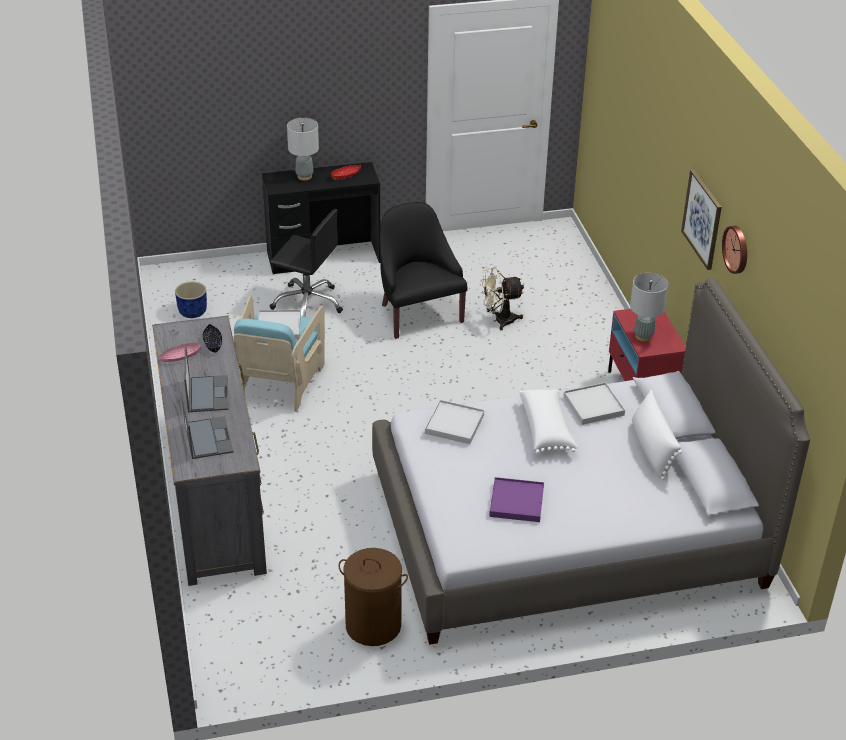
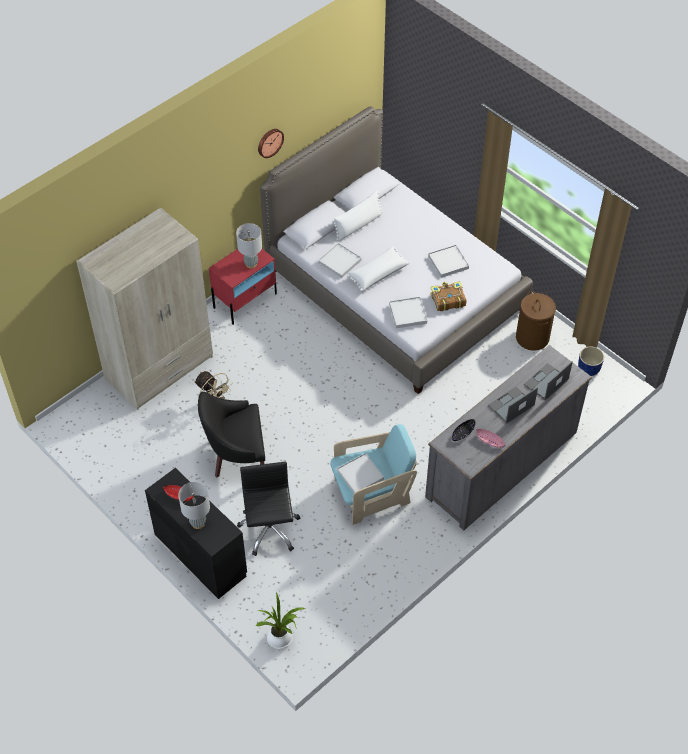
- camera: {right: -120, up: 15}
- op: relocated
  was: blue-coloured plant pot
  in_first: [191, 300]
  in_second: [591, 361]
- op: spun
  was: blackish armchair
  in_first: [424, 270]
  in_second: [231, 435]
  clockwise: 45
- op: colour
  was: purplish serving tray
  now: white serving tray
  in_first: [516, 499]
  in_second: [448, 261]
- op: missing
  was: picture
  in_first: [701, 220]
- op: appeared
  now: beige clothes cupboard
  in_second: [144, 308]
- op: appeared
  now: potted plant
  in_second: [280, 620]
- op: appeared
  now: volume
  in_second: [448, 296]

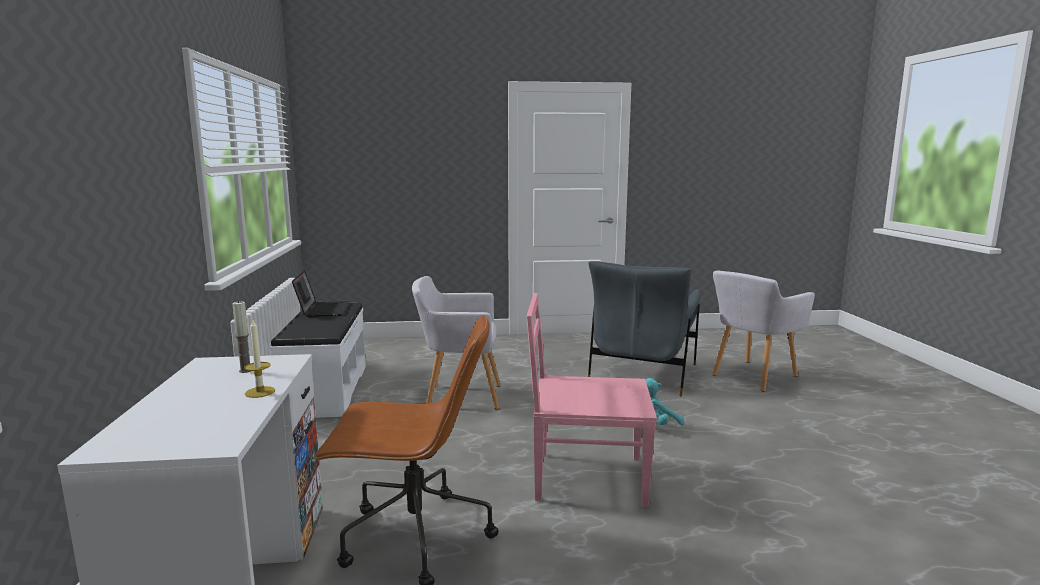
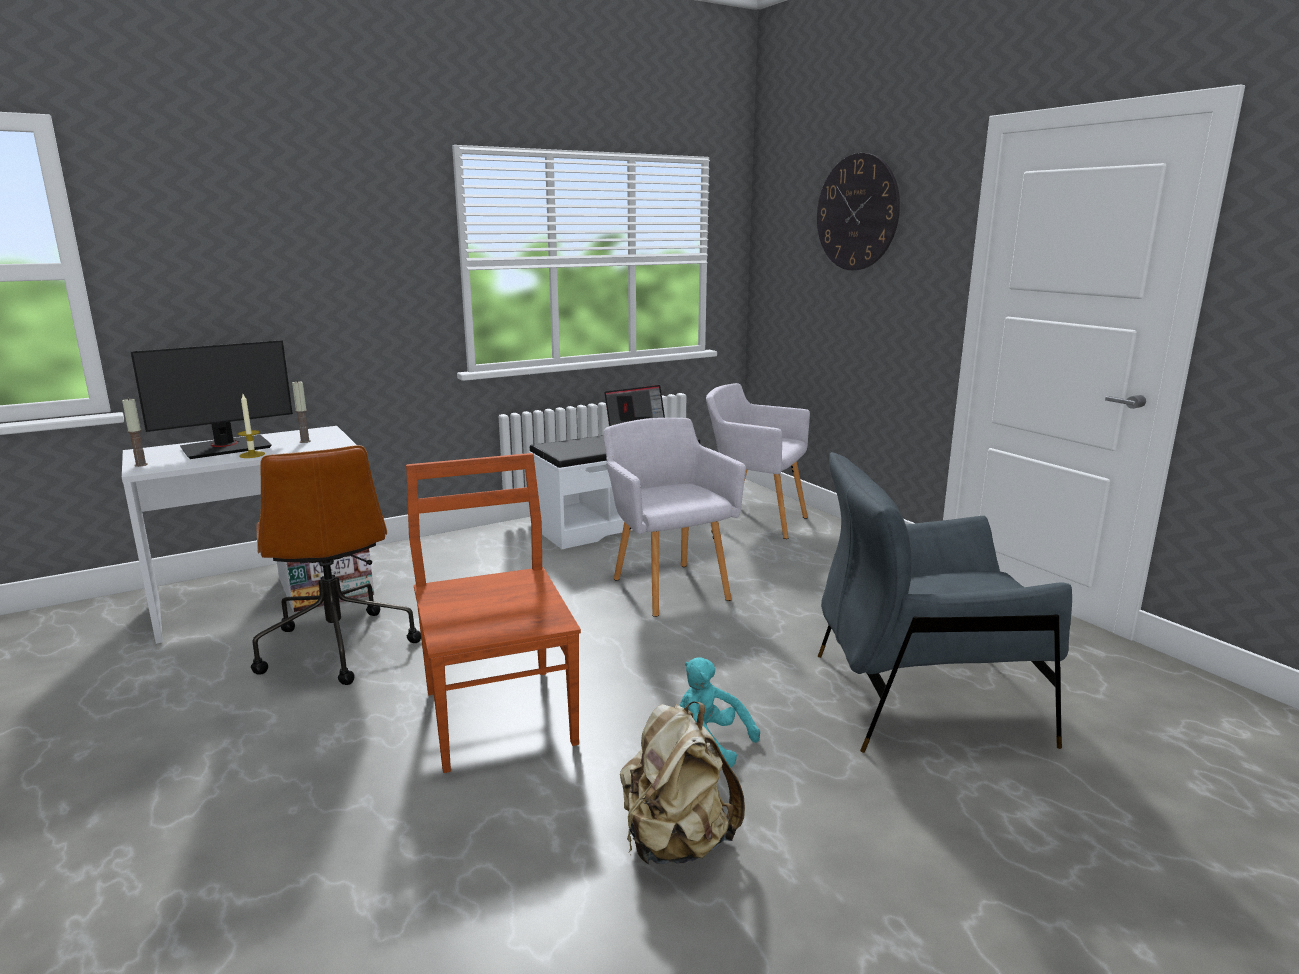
- camera: {right: 65, up: 5}
- op: colour
  was: pinkish chair
  now: brownish chair
  in_first: [591, 400]
  in_second: [493, 613]
- op: relocated
  was: gray armchair
  in_first: [763, 330]
  in_second: [758, 461]
- op: appeared
  now: wax candle
  in_second: [135, 432]
- op: appeared
  now: monitor
  in_second: [212, 399]
- op: appeared
  now: beige knapsack
  in_second: [682, 783]
- op: appeared
  now: hanging clock
  in_second: [858, 211]

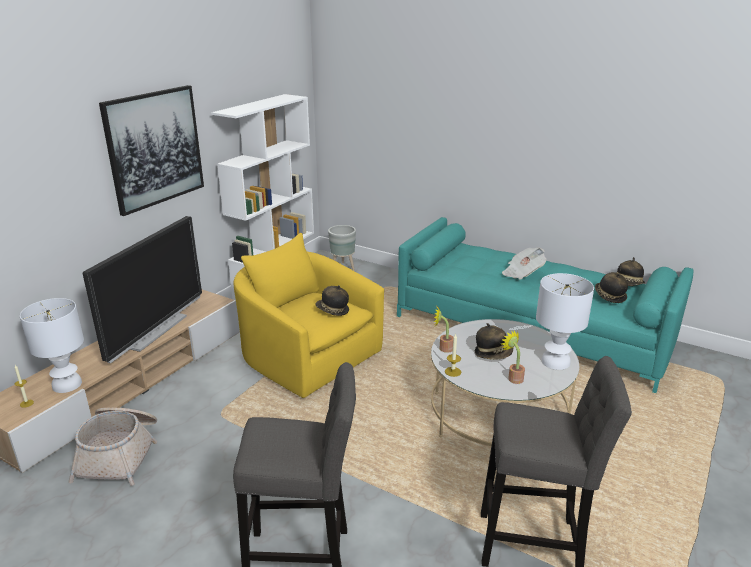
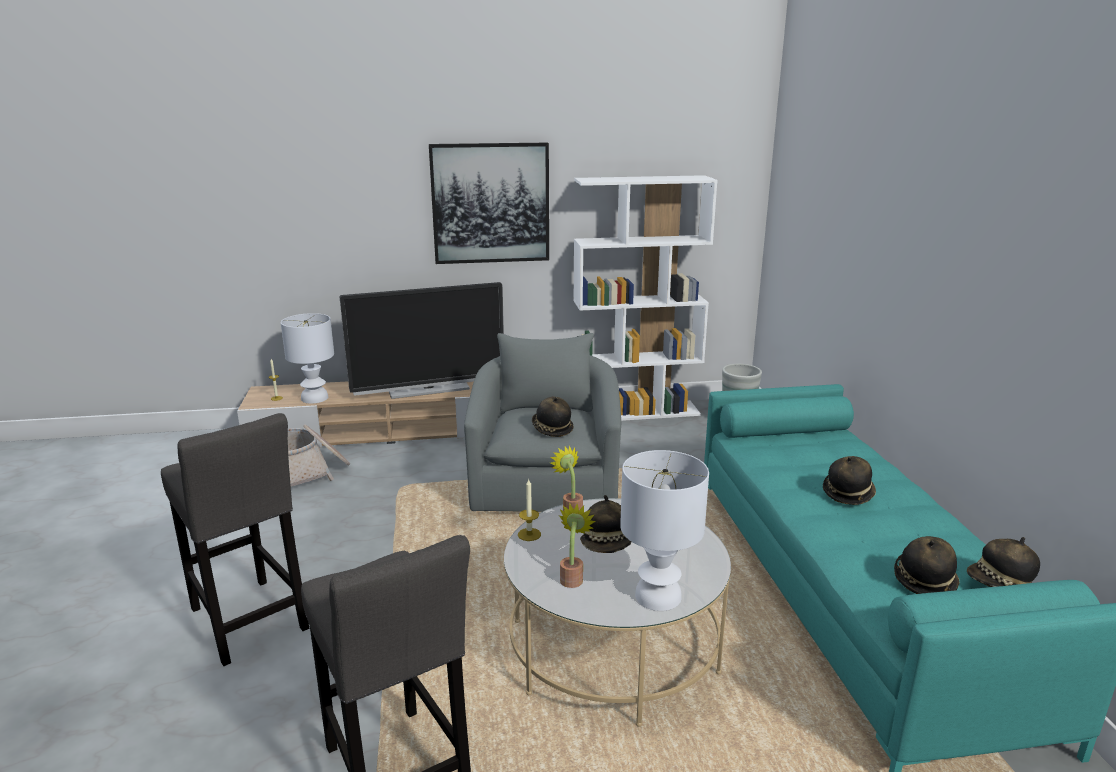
- camera: {right: 50, up: -5}
- op: colour
  was: yellowish armchair
  now: gray armchair
  in_first: [308, 315]
  in_second: [542, 422]
- op: exchanged
  was: printed paper
  now: wearable hat
  in_first: [524, 264]
  in_second: [849, 480]

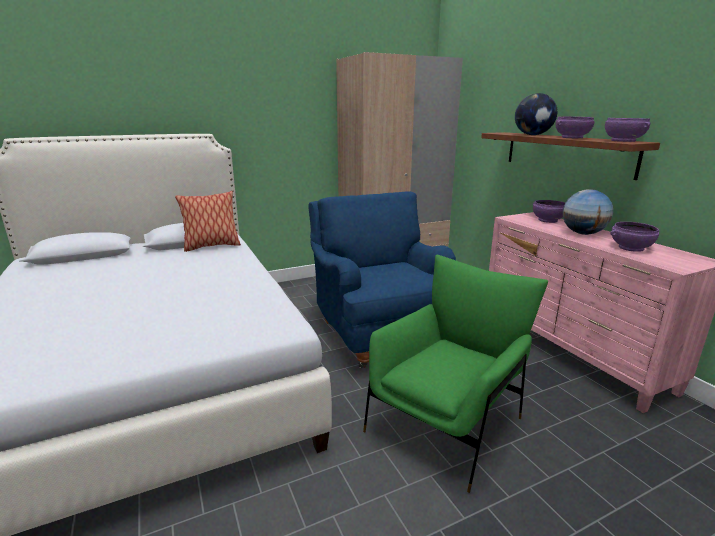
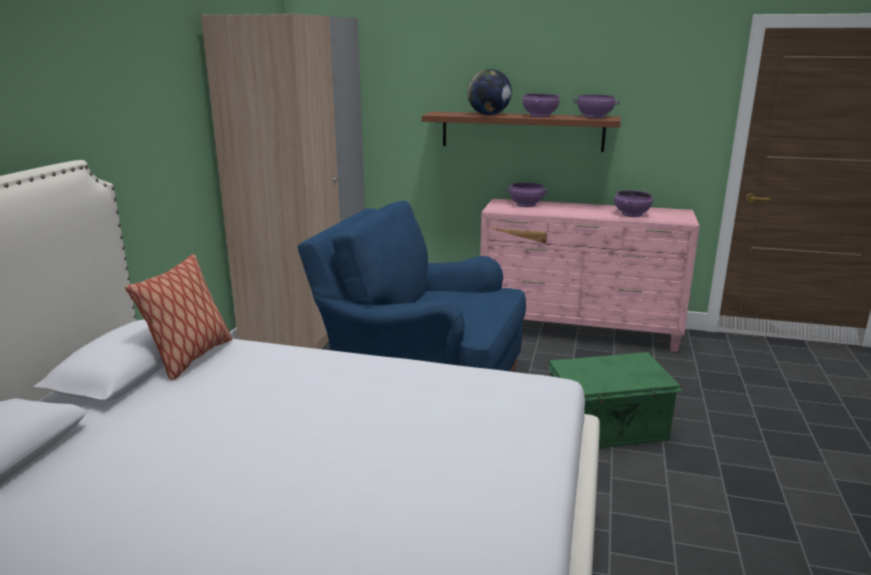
- camera: {right: -50, up: 0}
- op: exchanged
  was: green-coloured armchair
  now: green-coloured storage box
  in_first: [455, 374]
  in_second: [615, 400]
- op: missing
  was: globe
  in_first: [588, 212]

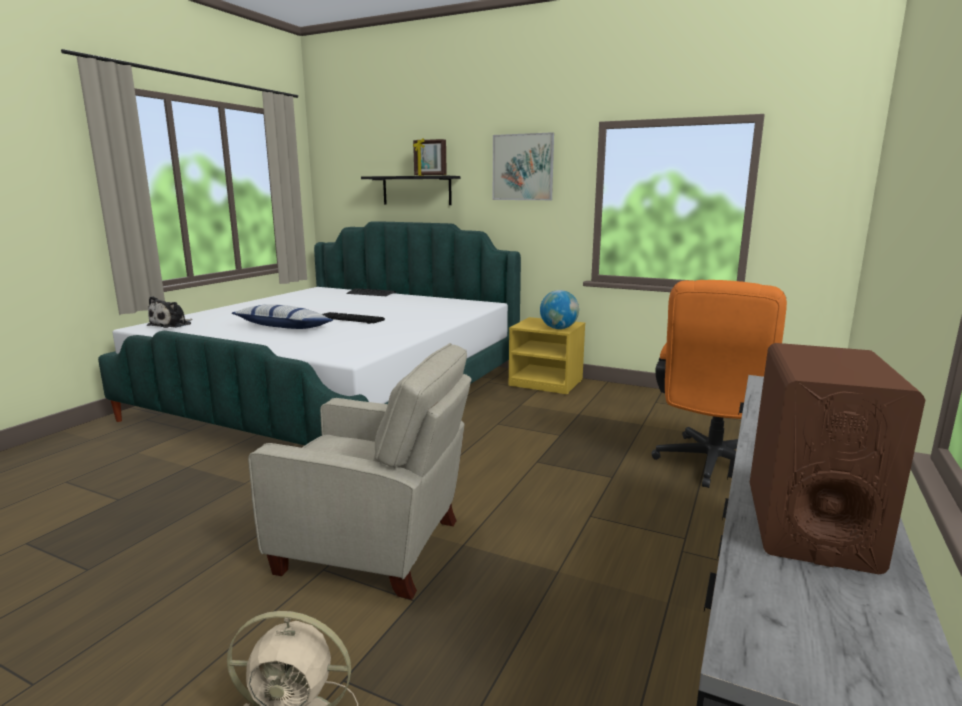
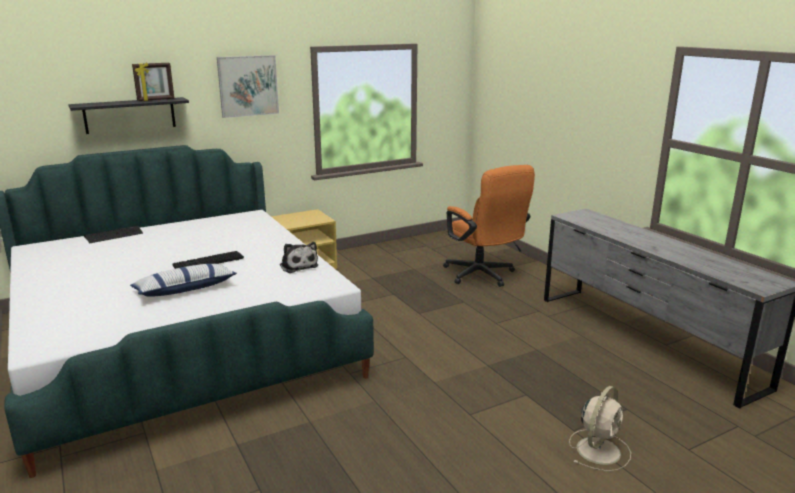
- camera: {right: -55, up: 5}
- op: relocated
  was: cuddly toy
  in_first: [170, 312]
  in_second: [299, 257]
- op: missing
  was: beige armchair
  in_first: [359, 471]
- op: missing
  was: globe
  in_first: [559, 309]
- op: missing
  was: brownish speaker
  in_first: [837, 458]

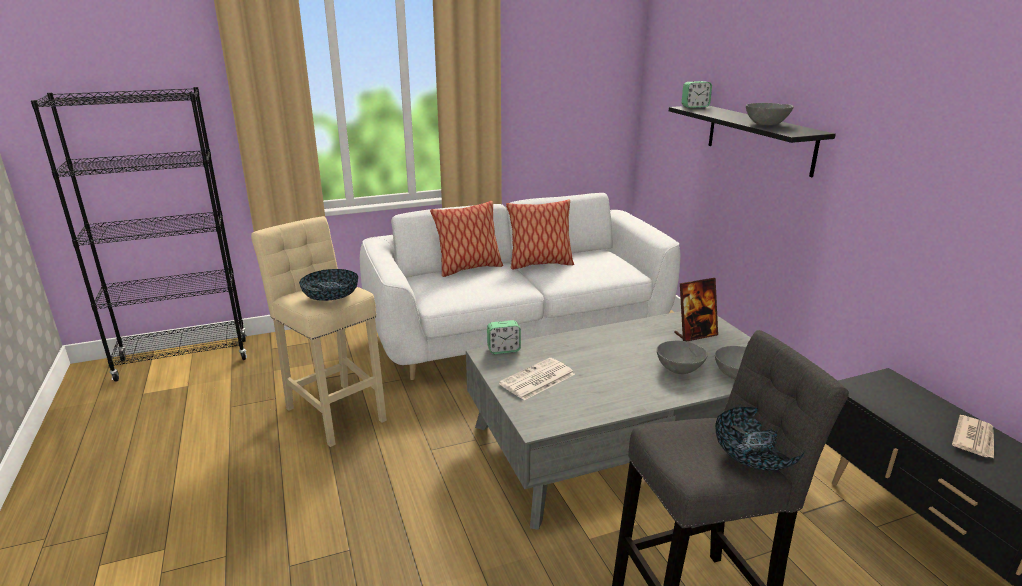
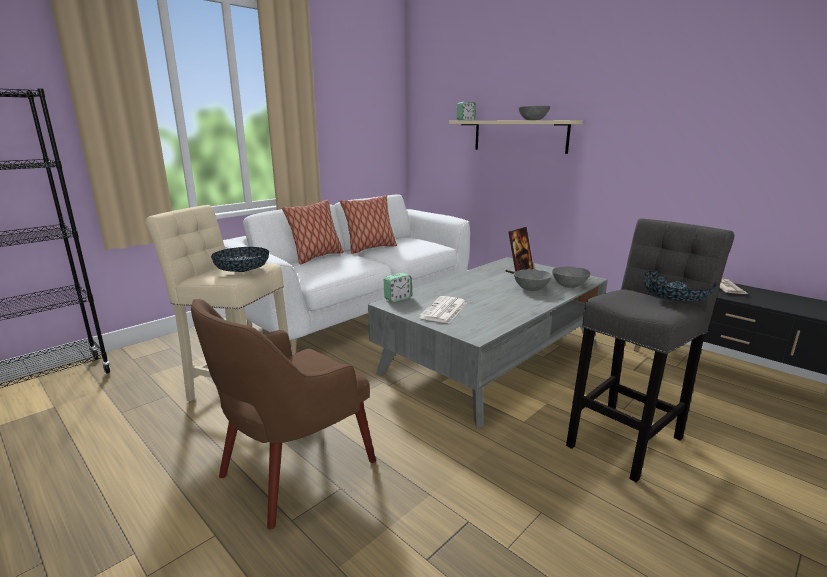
- camera: {right: -25, up: -5}
- op: colour
  was: blackish shelf
  now: beige shelf
  in_first: [752, 141]
  in_second: [516, 137]
- op: appeared
  now: brownish armchair
  in_second: [283, 414]

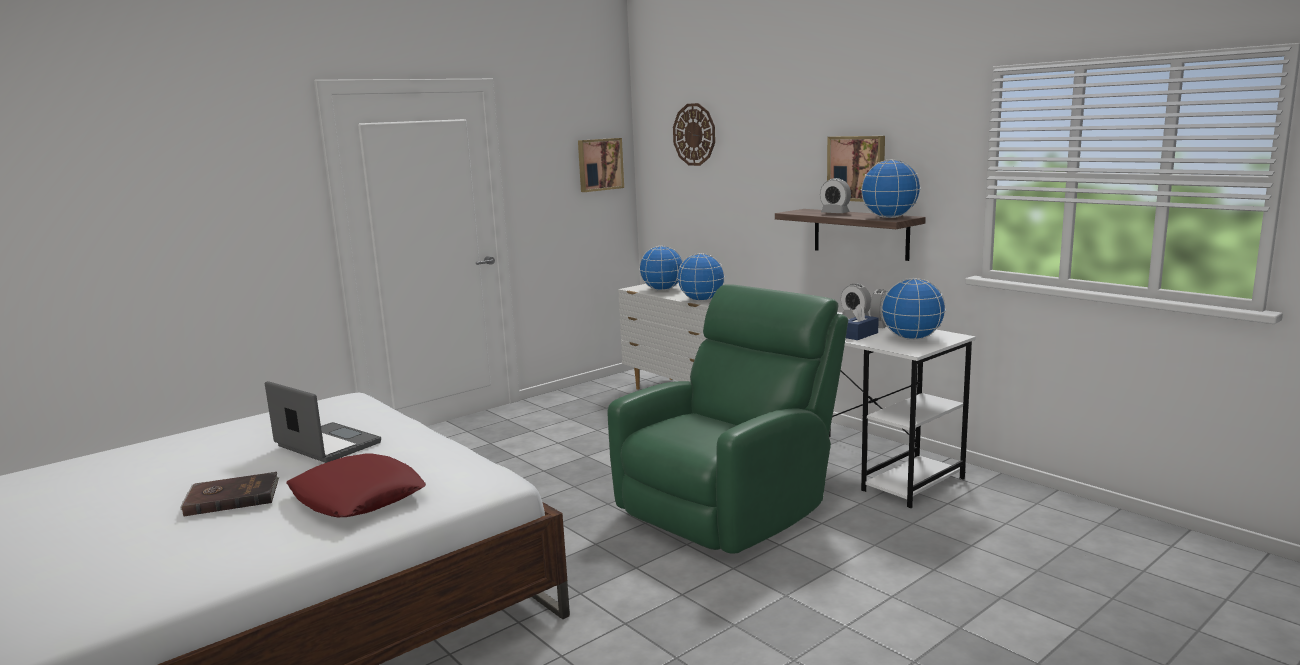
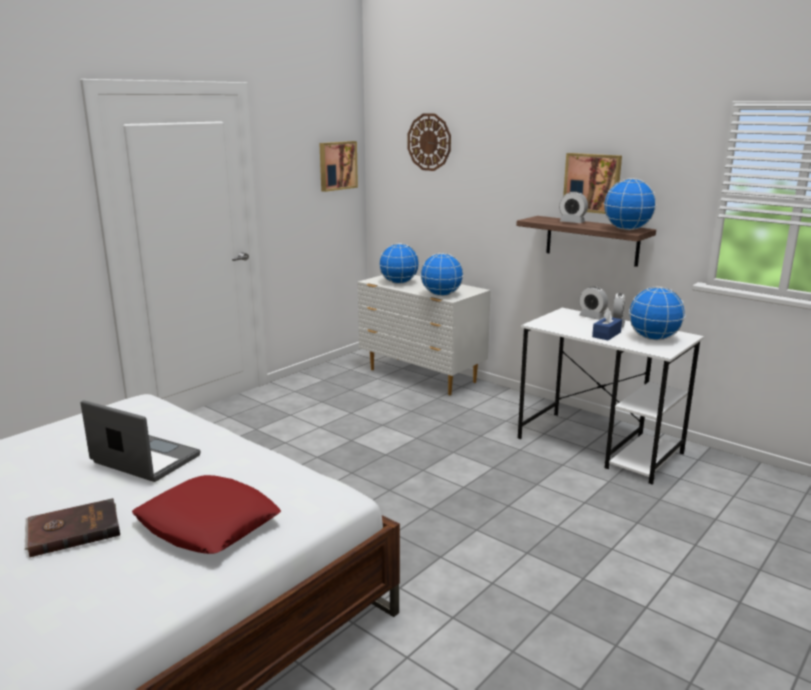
- camera: {right: -10, up: 5}
- op: missing
  was: green-coloured armchair
  in_first: [728, 419]

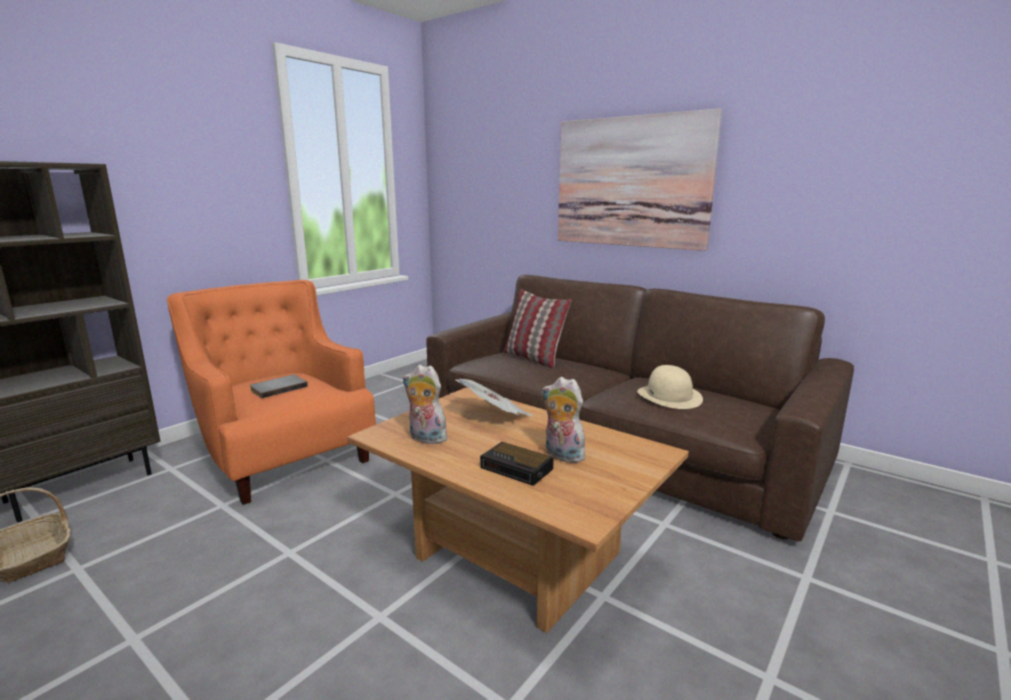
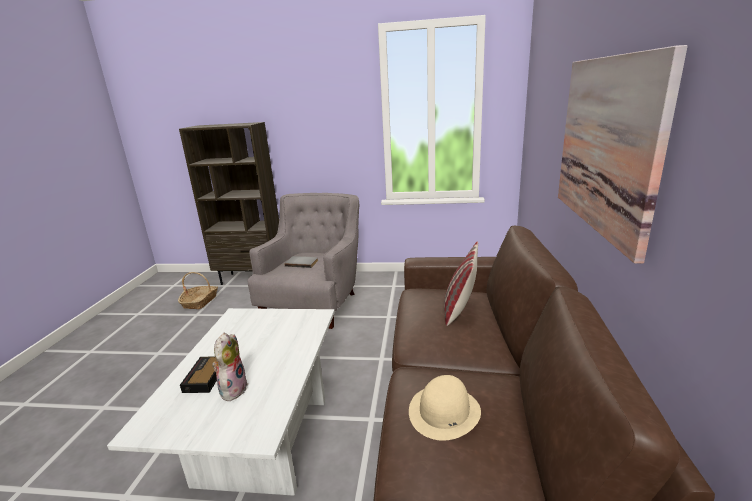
- camera: {right: 60, up: 5}
- op: colour
  was: orange armchair
  now: gray armchair
  in_first: [271, 392]
  in_second: [303, 261]
- op: colour
  was: brownish lounge table
  now: white lounge table
  in_first: [518, 510]
  in_second: [221, 402]
- op: missing
  was: cuddly toy
  in_first: [425, 404]
- op: missing
  was: printed paper
  in_first: [495, 397]

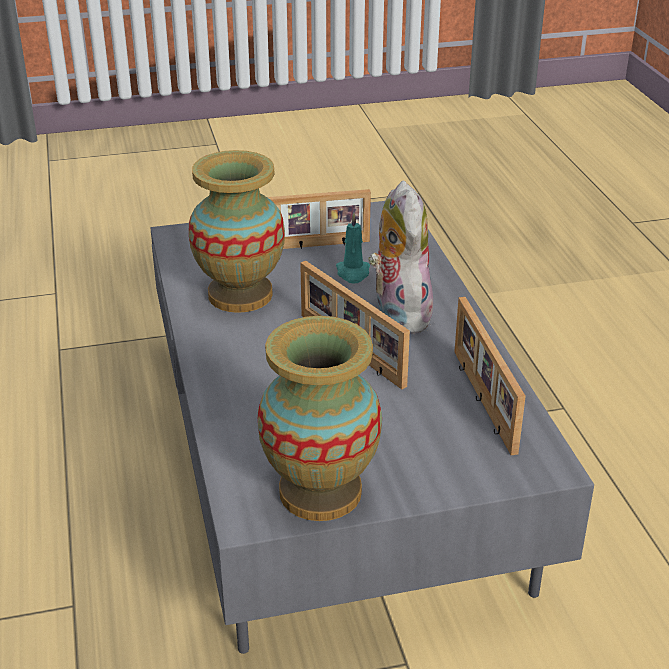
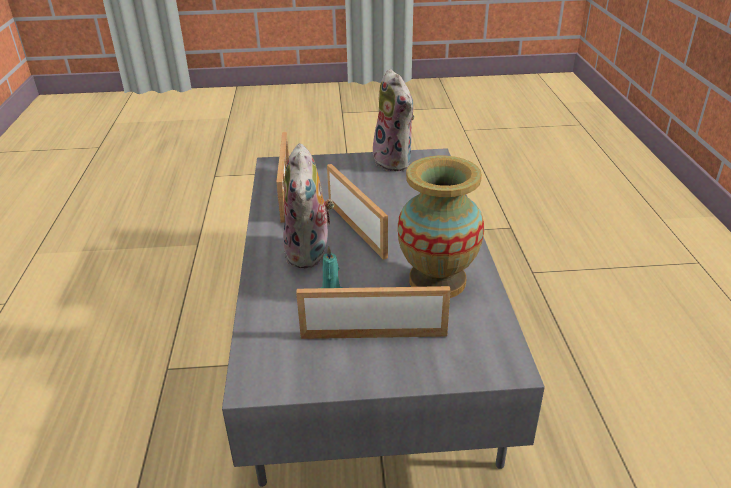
- camera: {right: -170, up: 0}
- op: exchanged
  was: vase
  now: cuddly toy
  in_first: [319, 418]
  in_second: [392, 120]

